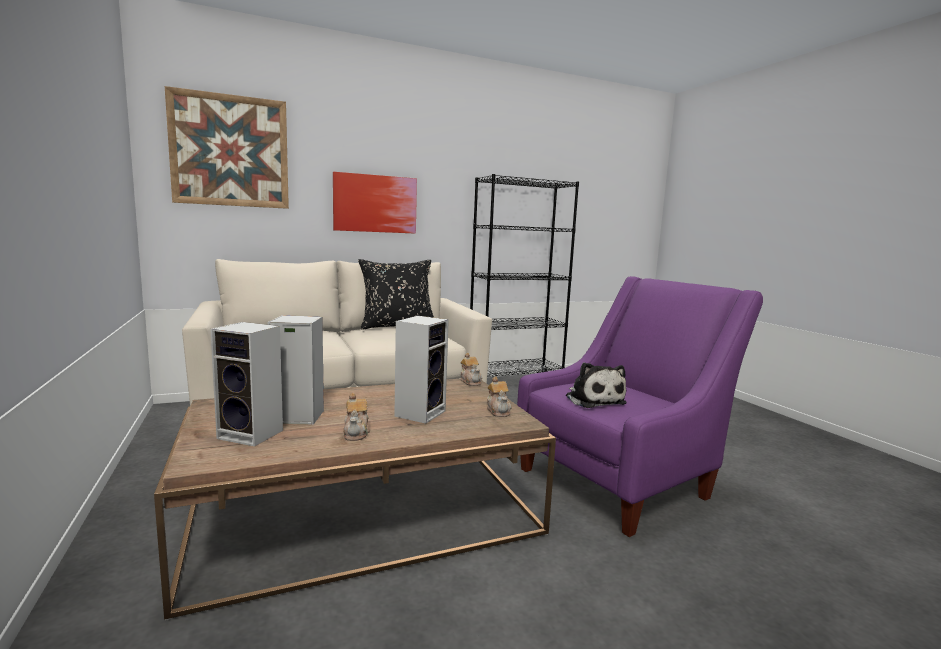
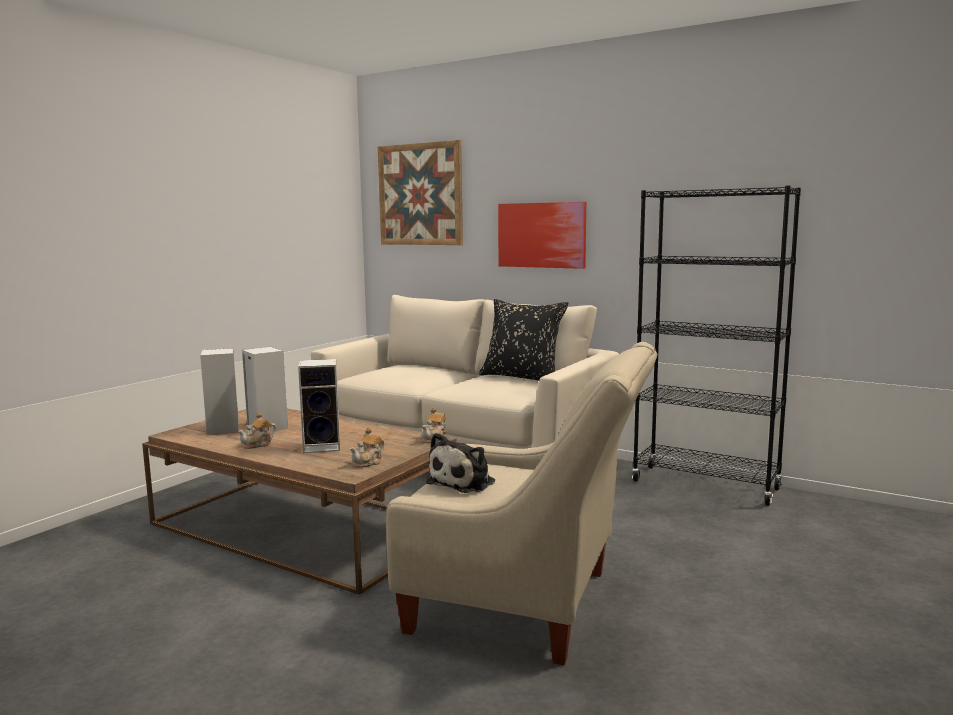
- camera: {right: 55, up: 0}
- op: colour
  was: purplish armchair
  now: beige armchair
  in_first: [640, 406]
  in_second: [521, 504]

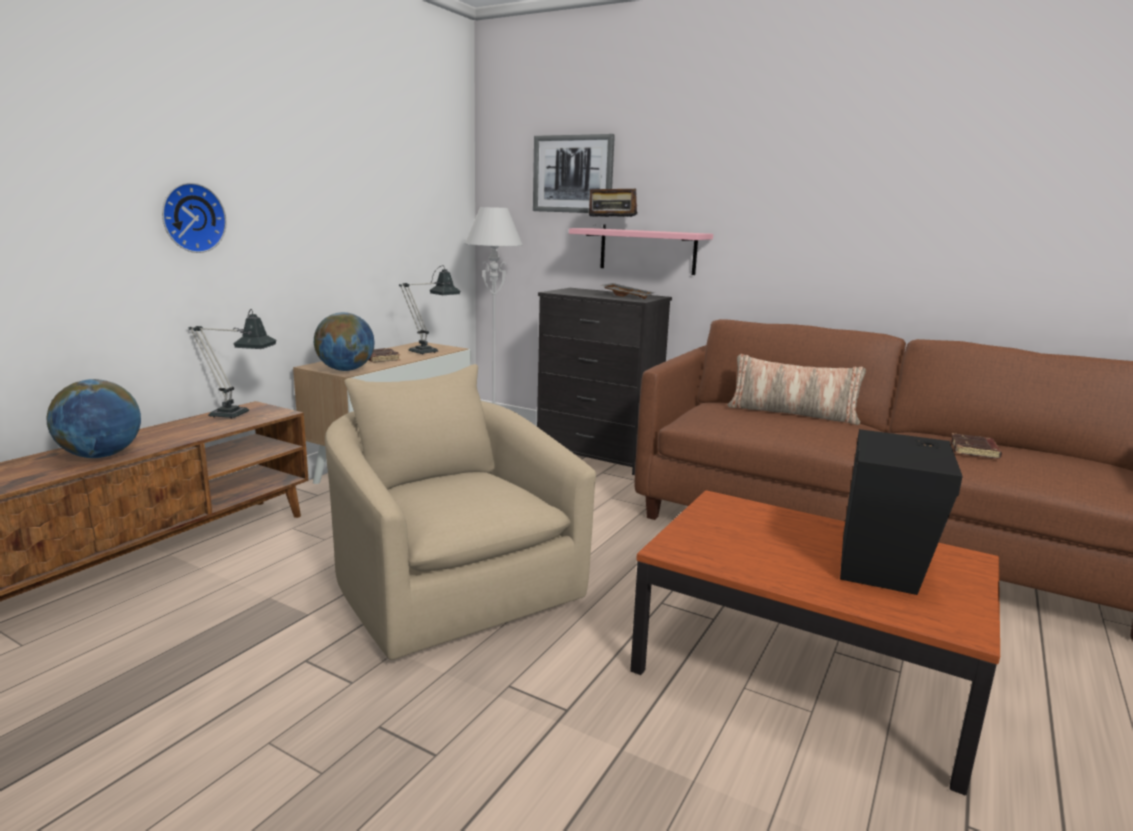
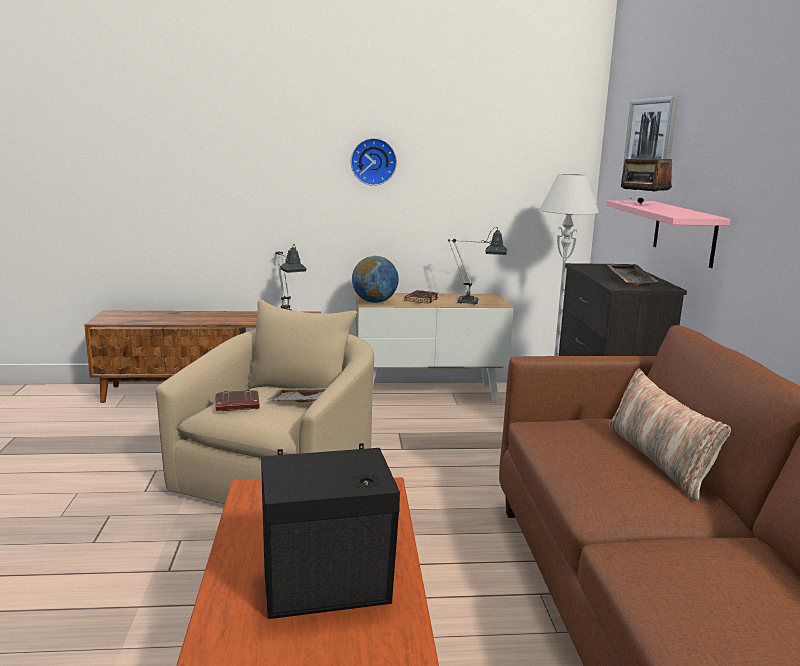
- camera: {right: 55, up: 0}
- op: missing
  was: globe
  in_first: [93, 418]
- op: relocated
  was: hanging clock
  in_first: [194, 218]
  in_second: [374, 162]
- op: relocated
  was: brownish volume
  in_first: [976, 446]
  in_second: [237, 400]
- op: appeared
  now: gray serving tray
  in_second: [297, 395]

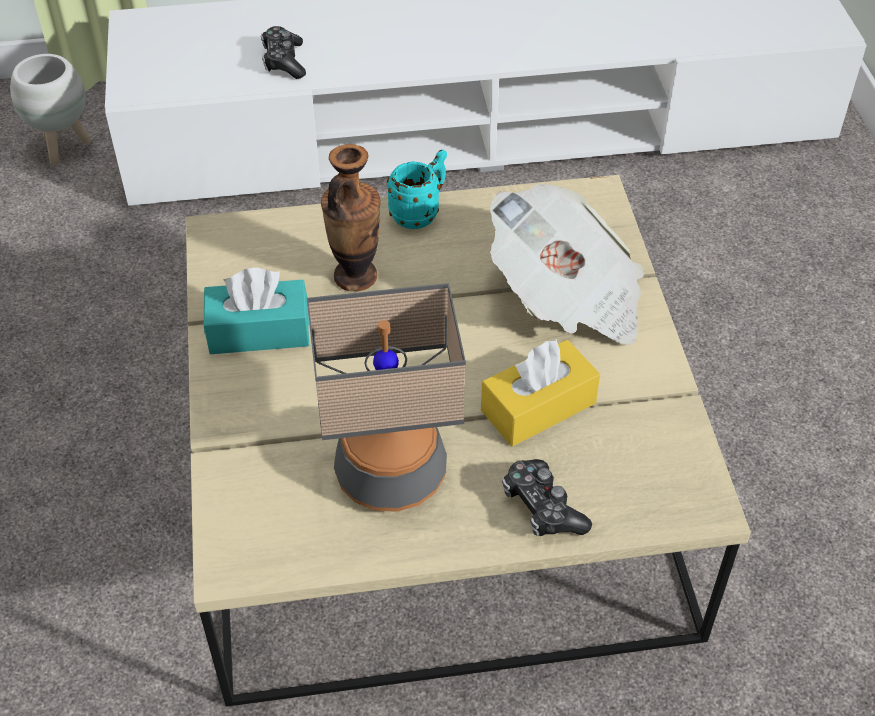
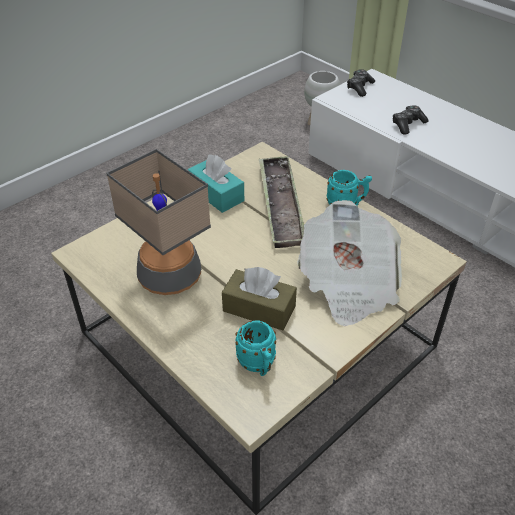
- camera: {right: 55, up: -5}
- op: exchanged
  was: vase
  now: serving tray
  in_first: [351, 218]
  in_second: [281, 202]
- op: colour
  was: yellowish tissue holder
  now: brownish tissue holder
  in_first: [540, 392]
  in_second: [259, 298]
- op: relocated
  was: gamepad
  in_first: [547, 498]
  in_second: [361, 83]
- op: appeared
  now: turquoise tea mug
  in_second: [255, 348]

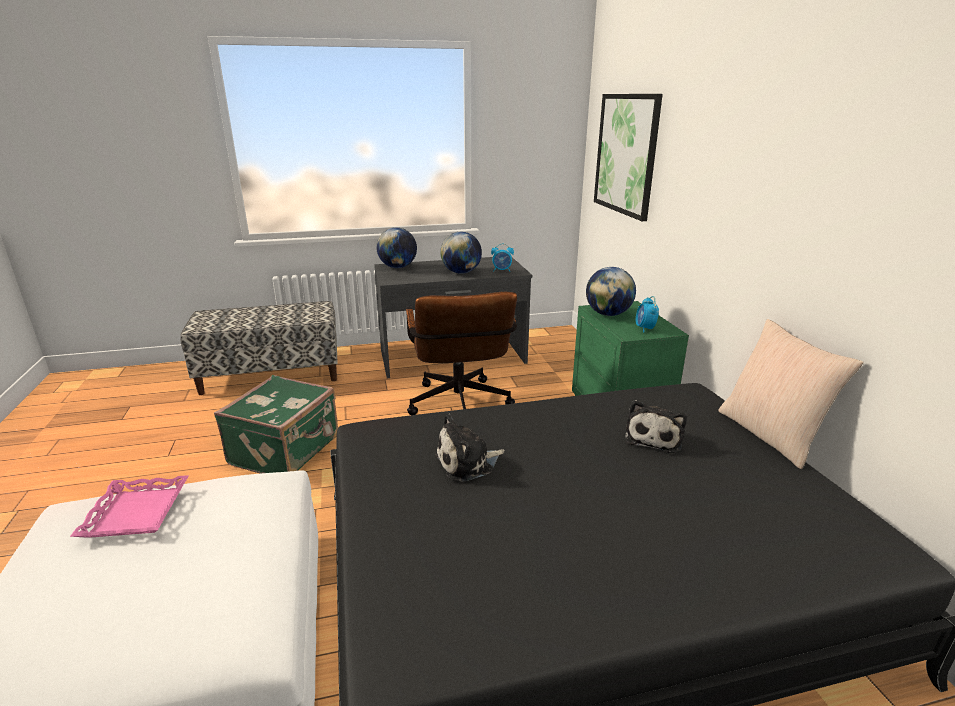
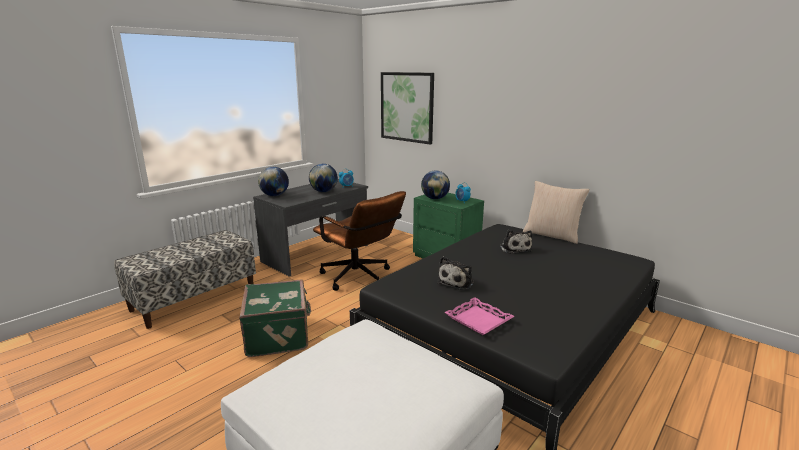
- camera: {right: -35, up: -5}
- op: relocated
  was: pinkish serving tray
  in_first: [129, 506]
  in_second: [479, 316]

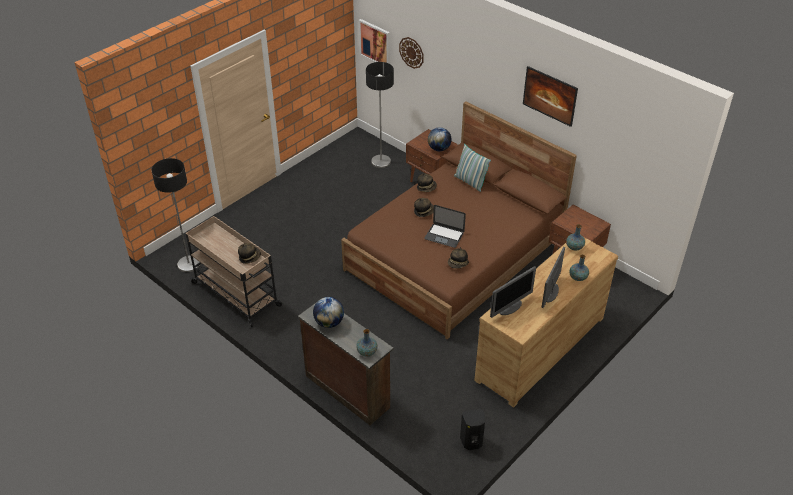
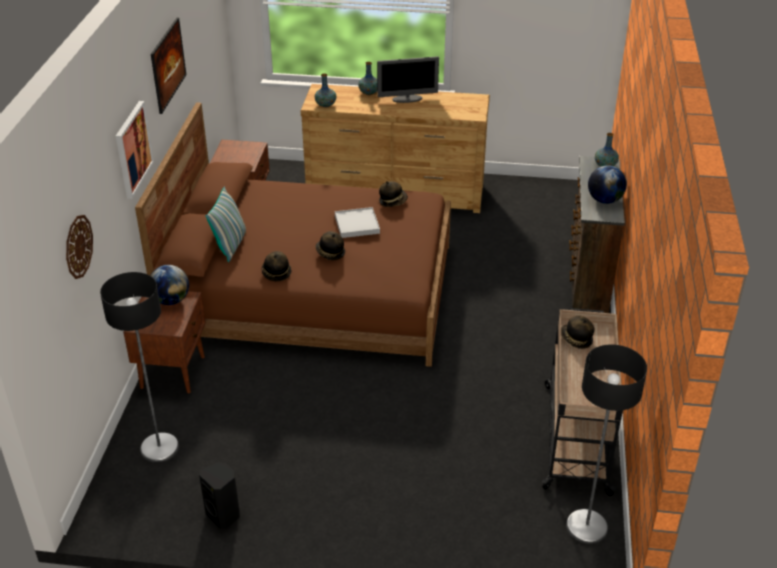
- camera: {right: -125, up: -5}
- op: relocated
  was: picture
  in_first: [374, 41]
  in_second: [135, 150]
- op: exchanged
  was: notebook computer
  now: white serving tray
  in_first: [445, 226]
  in_second: [357, 222]
- op: relocated
  was: blackish speaker
  in_first: [472, 429]
  in_second: [219, 495]
- op: missing
  was: monitor
  in_first: [513, 292]

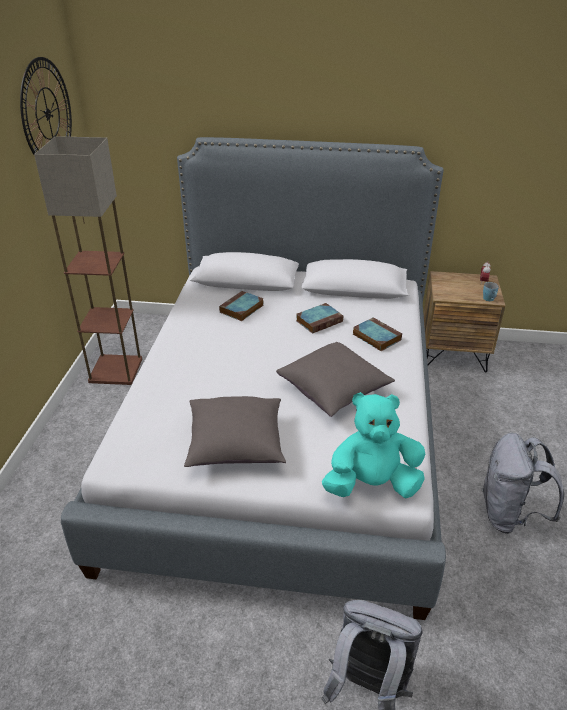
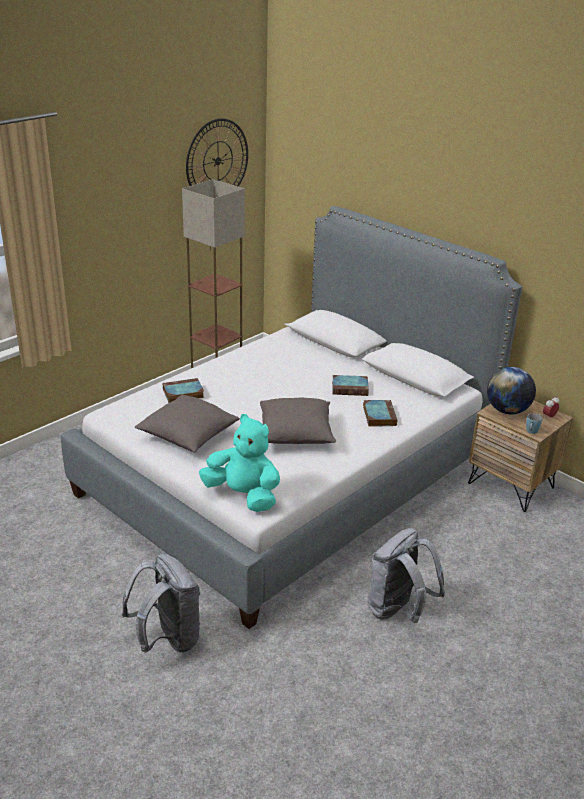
- camera: {right: 35, up: -5}
- op: relocated
  was: volume
  in_first: [241, 306]
  in_second: [183, 390]
- op: appeared
  now: globe
  in_second: [511, 390]

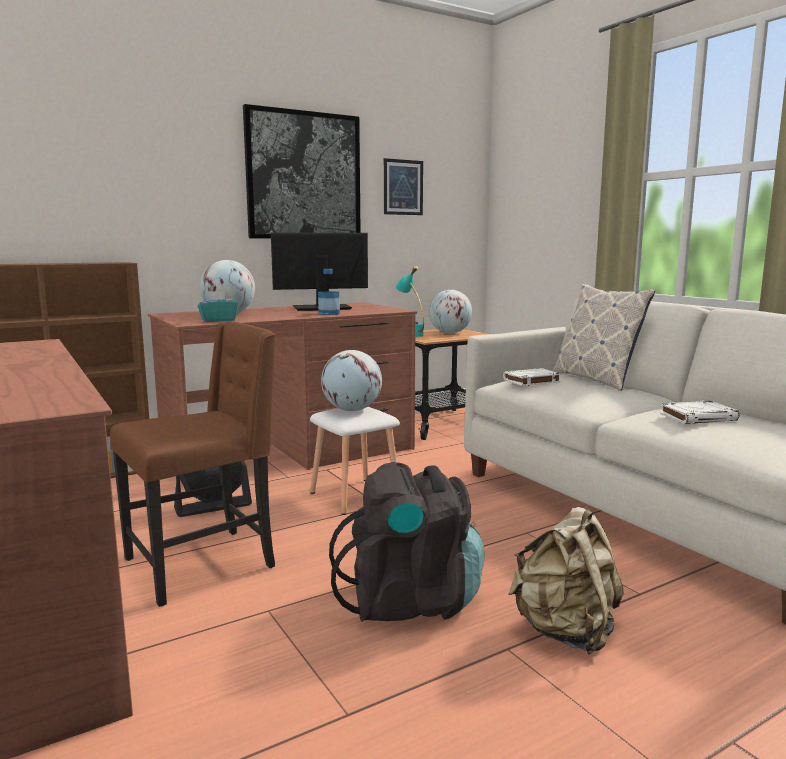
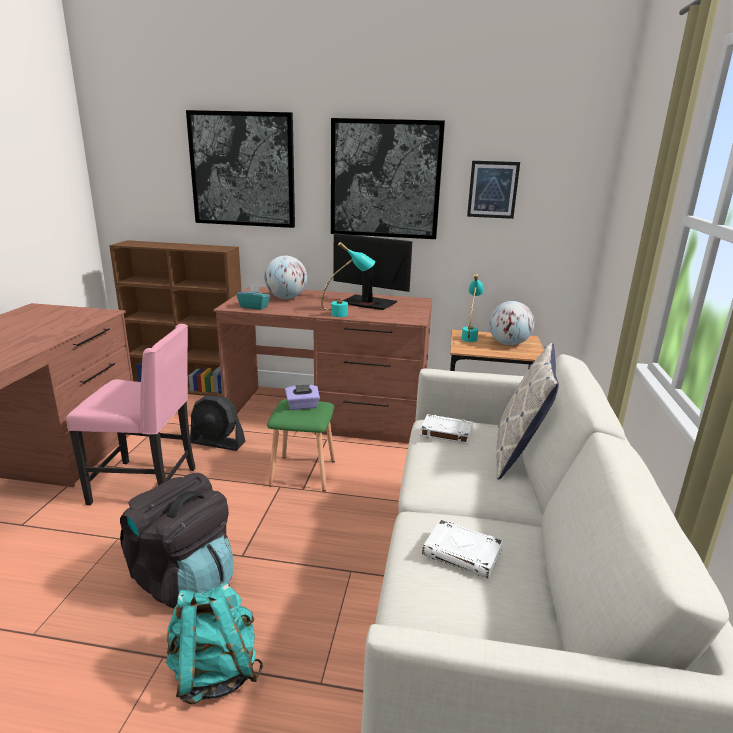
- camera: {right: 40, up: 10}
- op: colour
  was: brownish chair
  now: pinkish chair
  in_first: [193, 464]
  in_second: [130, 414]
- op: colour
  was: white sitting stool
  now: green-coloured sitting stool
  in_first: [355, 461]
  in_second: [301, 445]
- op: exchanged
  was: drink bottle
  now: turquoise tabletop lamp
  in_first: [329, 292]
  in_second: [348, 279]
- op: exchanged
  was: globe
  now: purplish tissue holder
  in_first: [351, 380]
  in_second: [302, 397]
- op: colour
  was: beige knapsack
  now: turquoise knapsack
  in_first: [566, 581]
  in_second: [214, 643]
- op: appeared
  now: picture
  in_second: [240, 169]

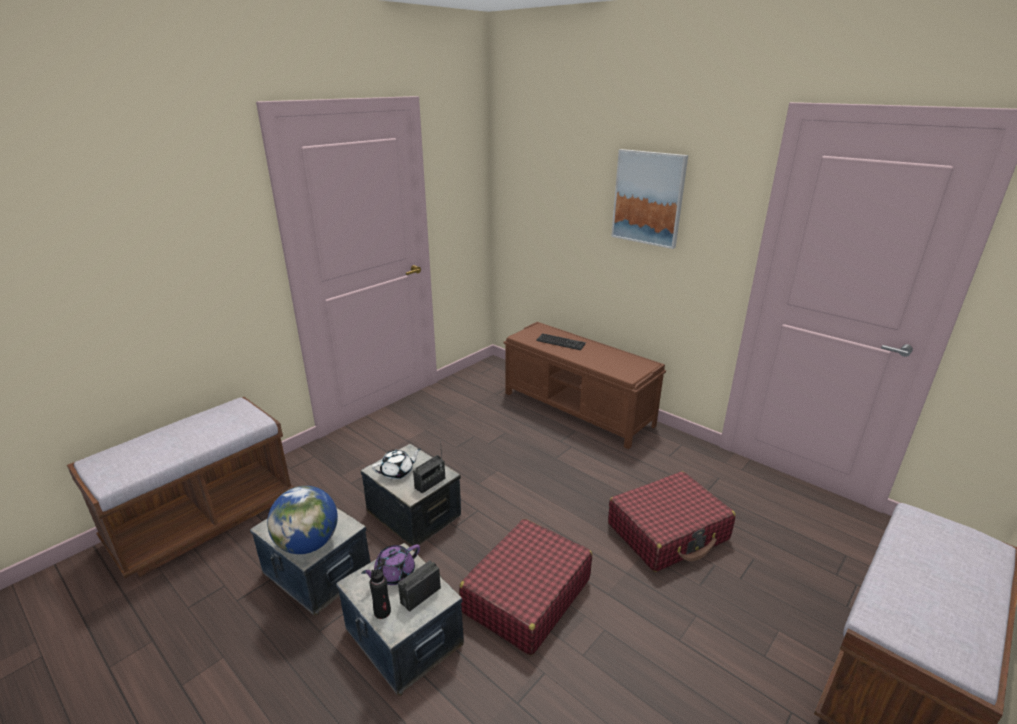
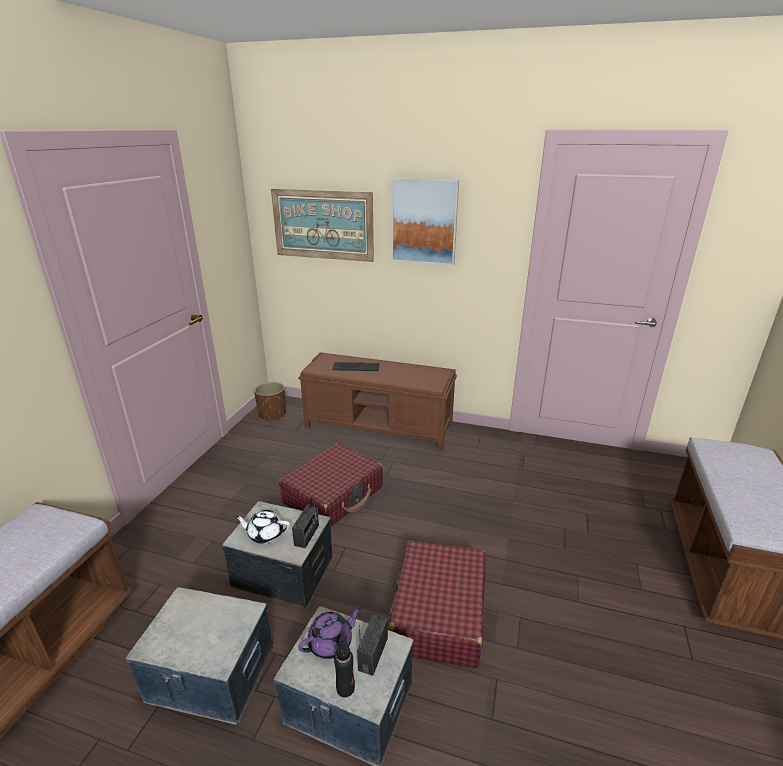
- camera: {right: -25, up: 0}
- op: missing
  was: globe
  in_first: [302, 520]
- op: spun
  was: purplish teapot
  in_first: [390, 564]
  in_second: [330, 632]
  clockwise: -150
- op: spun
  was: white teapot
  in_first: [396, 464]
  in_second: [262, 527]
  clockwise: -120
- op: relocated
  was: red-coloured suitcase
  in_first: [672, 522]
  in_second: [331, 485]
- op: appeared
  now: brownish plant pot
  in_second: [270, 401]
- op: appeared
  now: picture
  in_second: [322, 225]

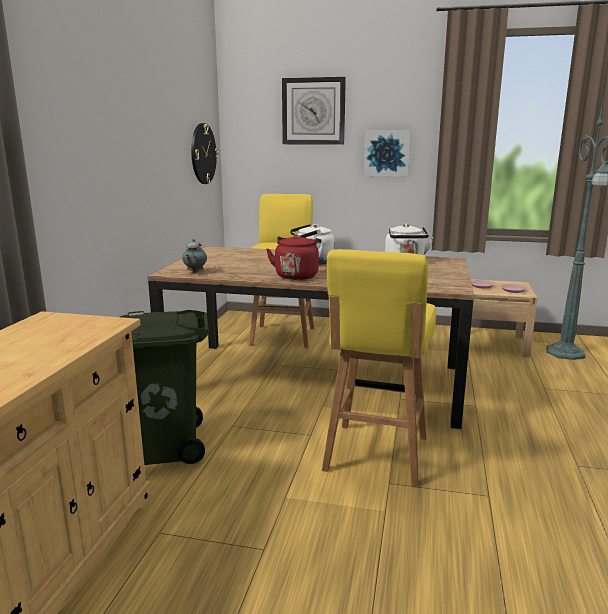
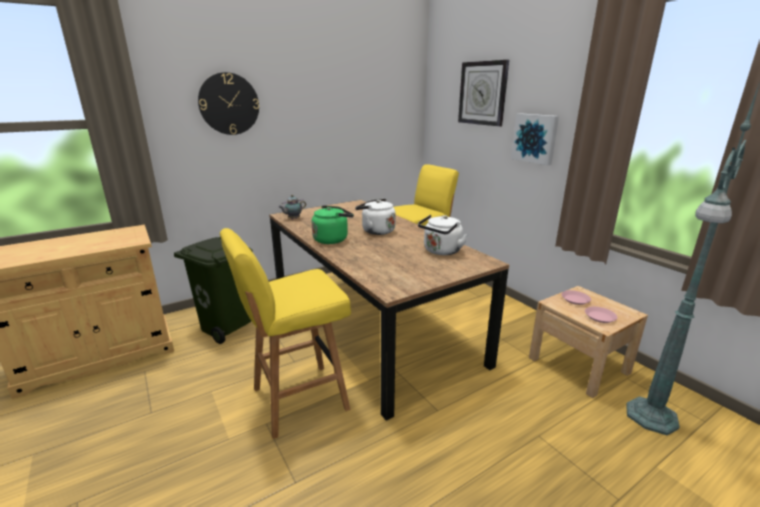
- camera: {right: 45, up: 5}
- op: relocated
  was: hanging clock
  in_first: [204, 153]
  in_second: [228, 103]
- op: colour
  was: red-coloured tea kettle
  now: green-coloured tea kettle
  in_first: [293, 257]
  in_second: [333, 224]

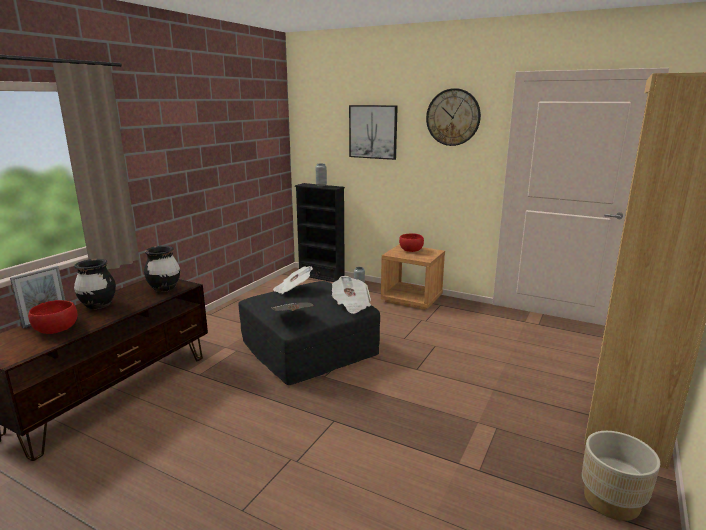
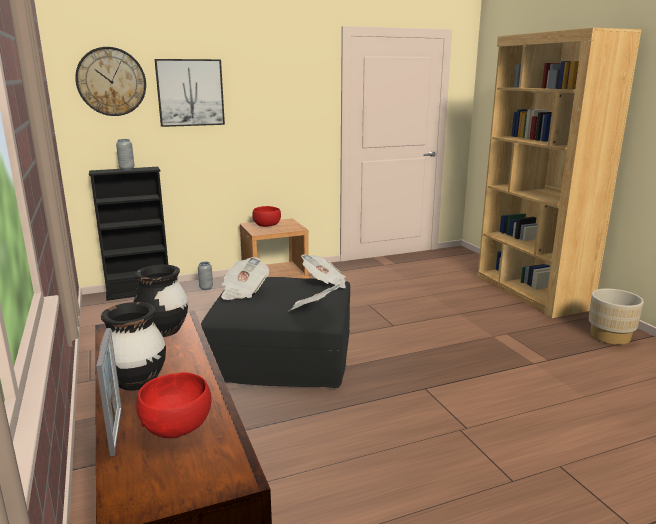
- camera: {right: -50, up: 0}
- op: relocated
  was: hanging clock
  in_first: [453, 117]
  in_second: [110, 81]

